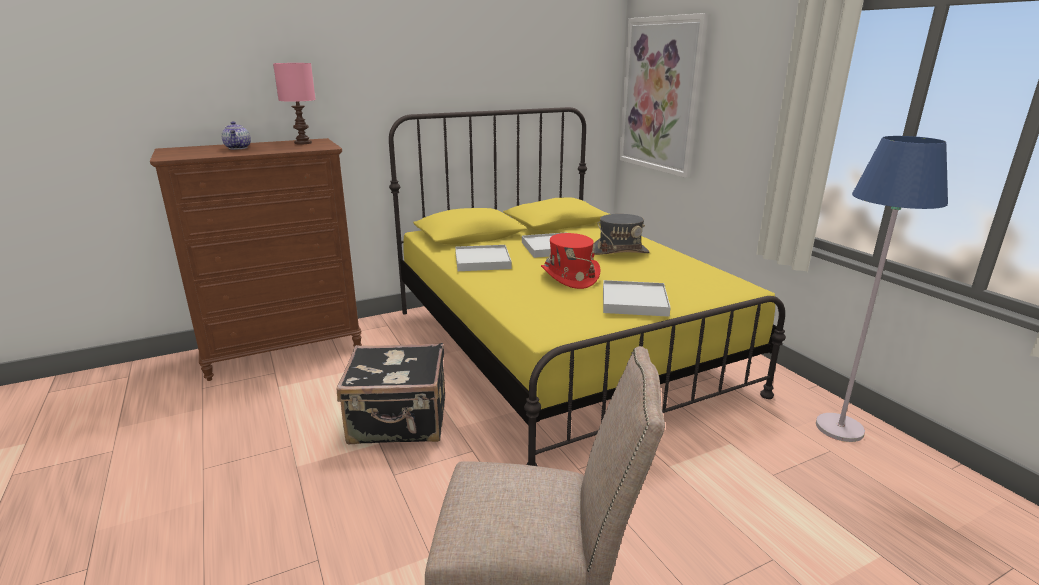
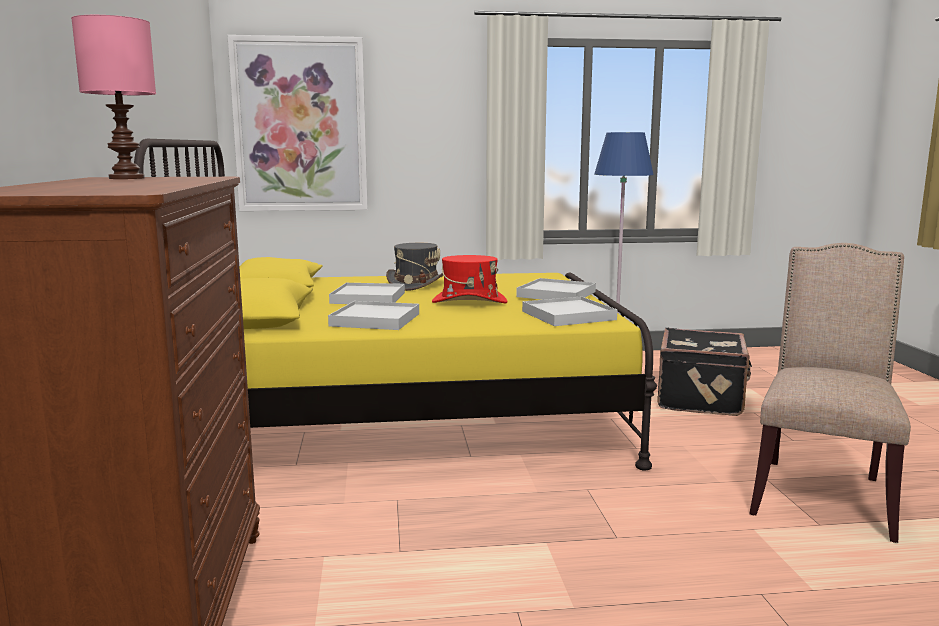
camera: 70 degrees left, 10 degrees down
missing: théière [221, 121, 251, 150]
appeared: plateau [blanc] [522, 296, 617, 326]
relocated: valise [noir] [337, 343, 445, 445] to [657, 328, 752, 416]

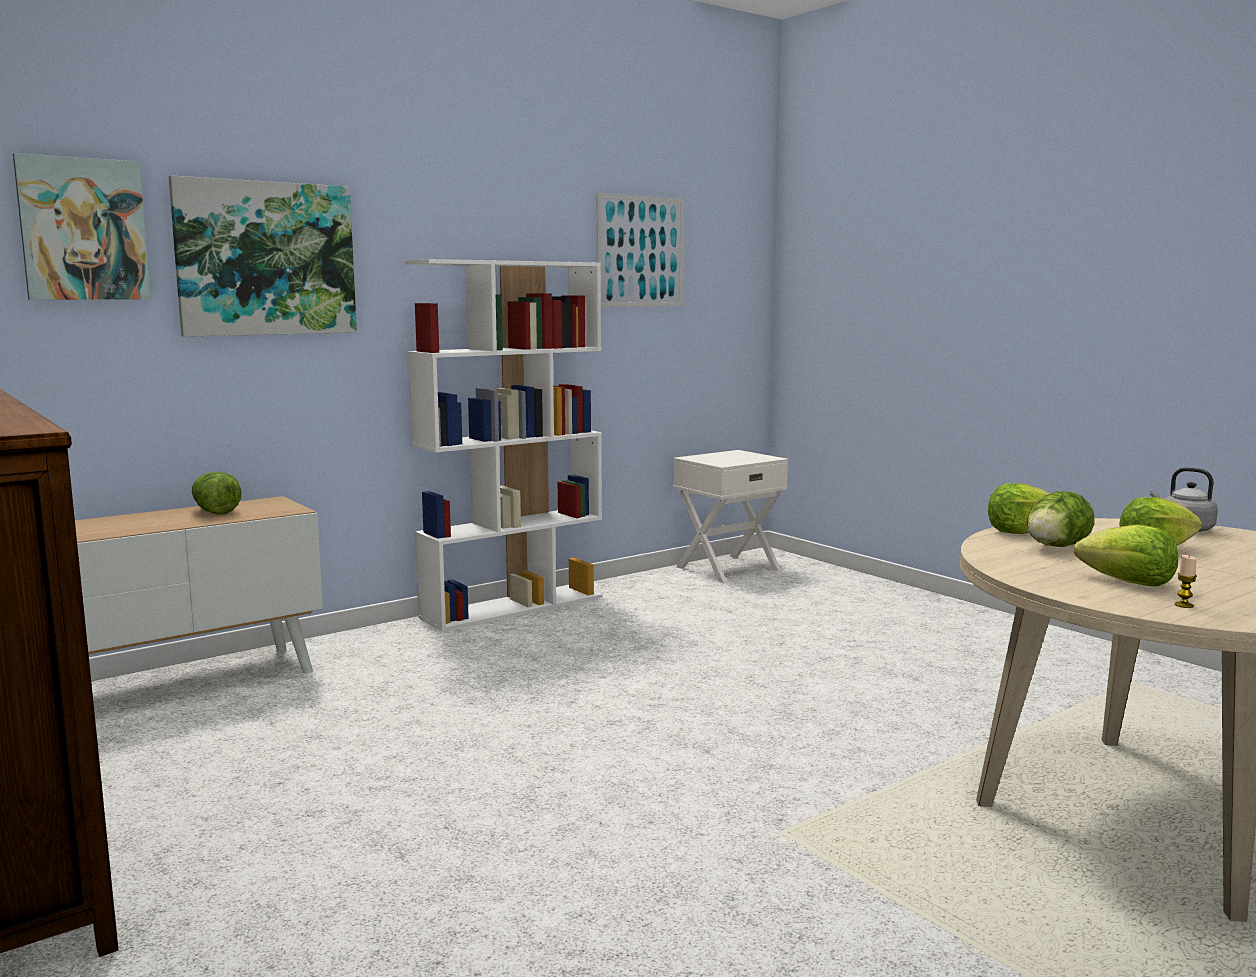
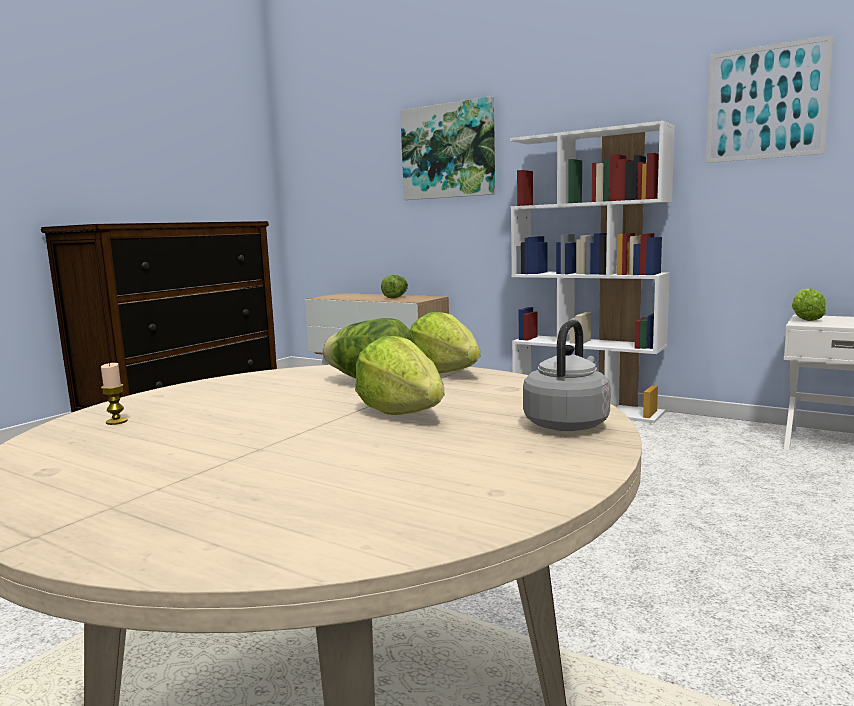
camera: 70 degrees right, 0 degrees up
missing: tableau [13, 153, 151, 300]
relocated: laitue [1074, 524, 1178, 586] to [792, 288, 826, 321]

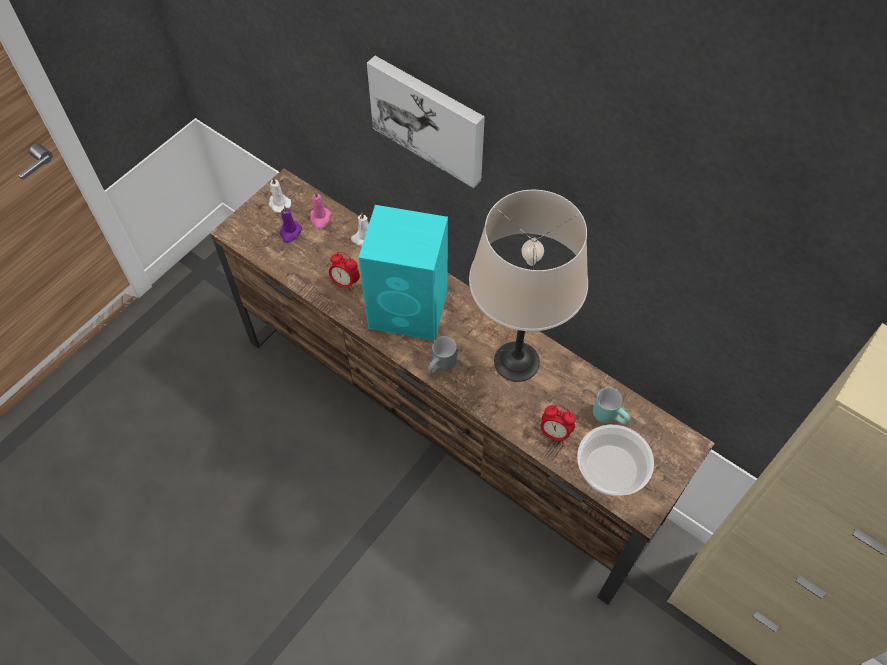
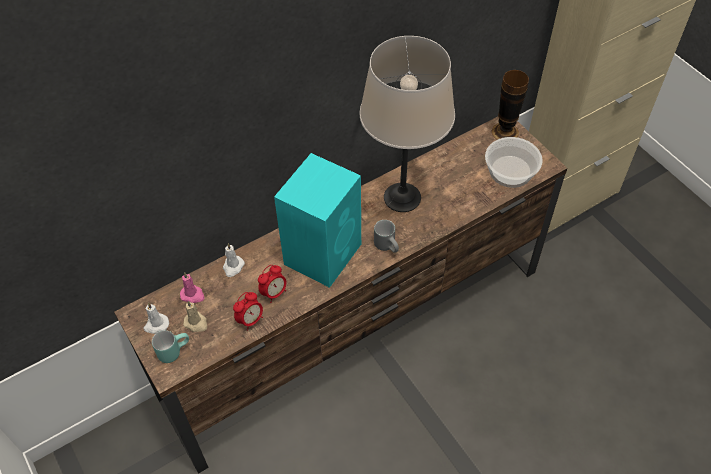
camera: 70 degrees left, 5 degrees down
missing: tableau [367, 56, 485, 188]
appeared: vase [492, 70, 529, 140]
relocated: mug [turquoise] [593, 387, 630, 424] to [152, 330, 189, 363]; réveil [541, 405, 576, 444] to [233, 292, 263, 331]
colour: bougie [violet] [280, 205, 302, 243] to bougie [beige] [183, 301, 207, 332]

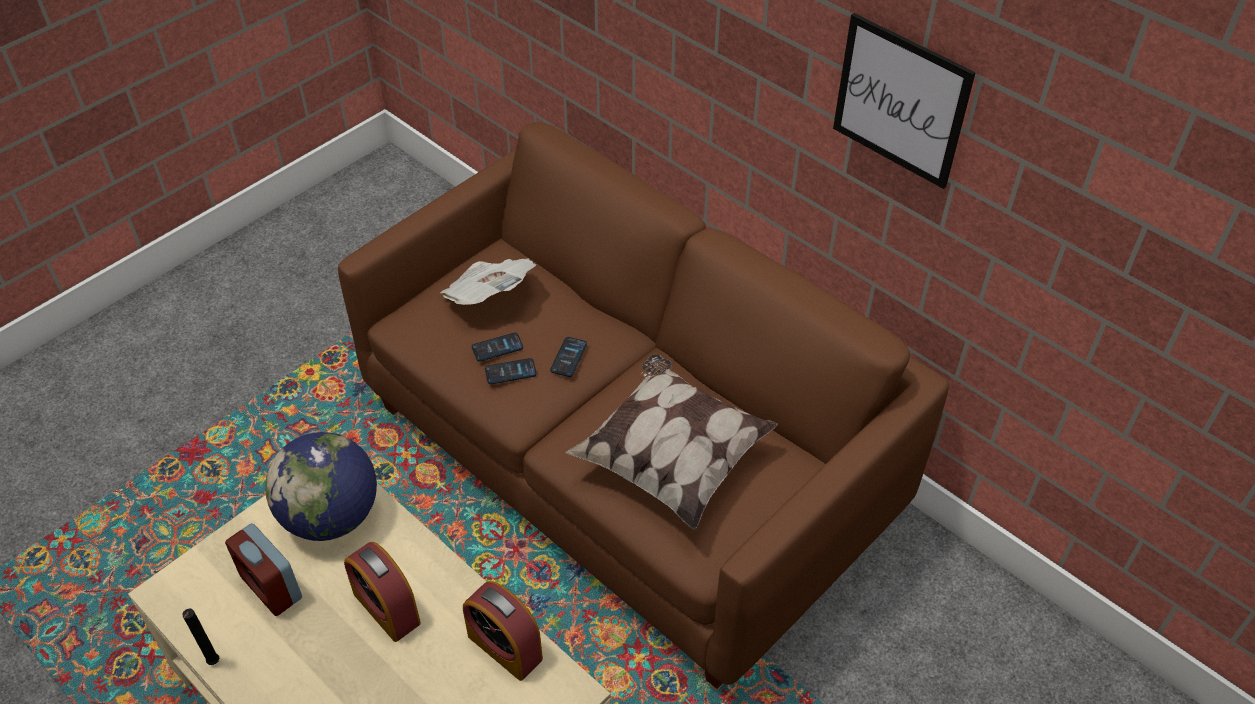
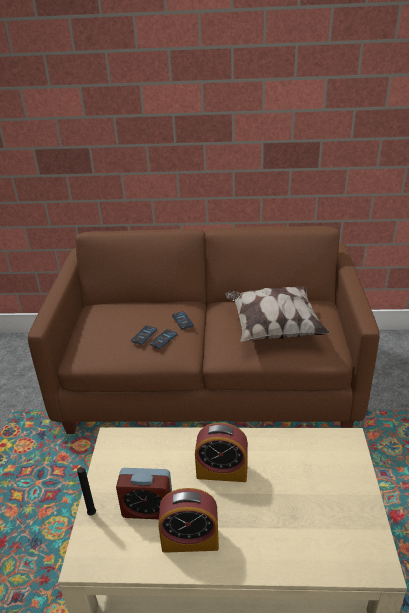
camera: 40 degrees left, 15 degrees down
missing: tableau [833, 13, 976, 189]; journal [440, 258, 536, 305]; globe [265, 432, 377, 541]
relocated: réveil [463, 581, 543, 681] to [158, 488, 219, 553]; bougie [noir] [182, 608, 219, 665] to [77, 466, 96, 516]

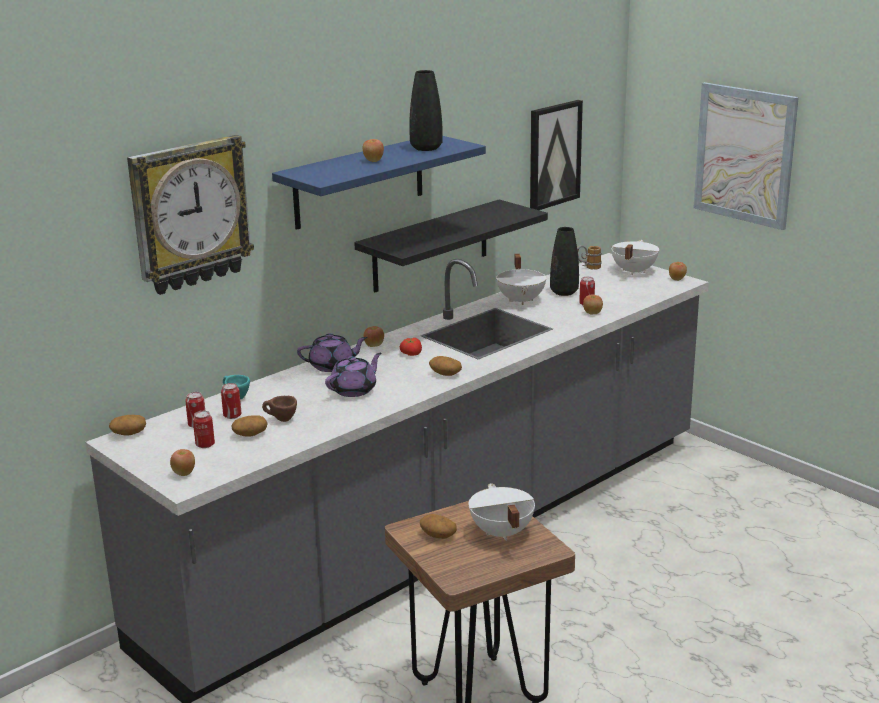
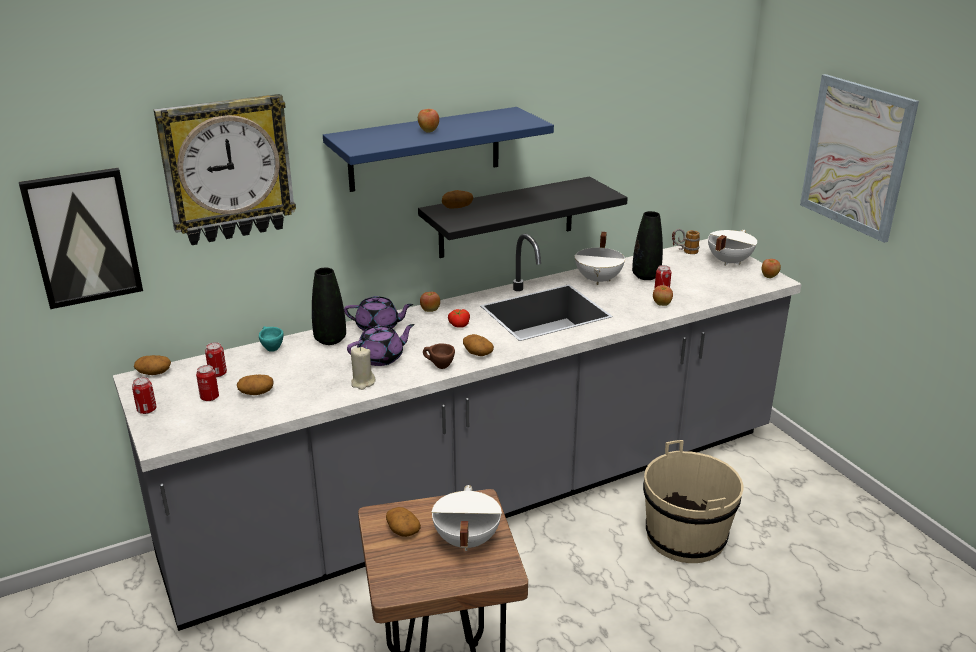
camera: 15 degrees right, 5 degrees up
missing: pomme [170, 449, 195, 476]
appeared: pomme de terre [442, 190, 473, 209]; bougie [beige] [351, 347, 375, 390]; seau [beige] [643, 440, 743, 563]
relocated: vase [noir] [409, 70, 443, 151] to [312, 267, 346, 345]; tableau [530, 100, 583, 210] to [19, 168, 143, 309]; boîte métallique [221, 383, 241, 419] to [132, 377, 156, 414]; tasse [marron] [262, 396, 297, 422] to [423, 344, 455, 369]

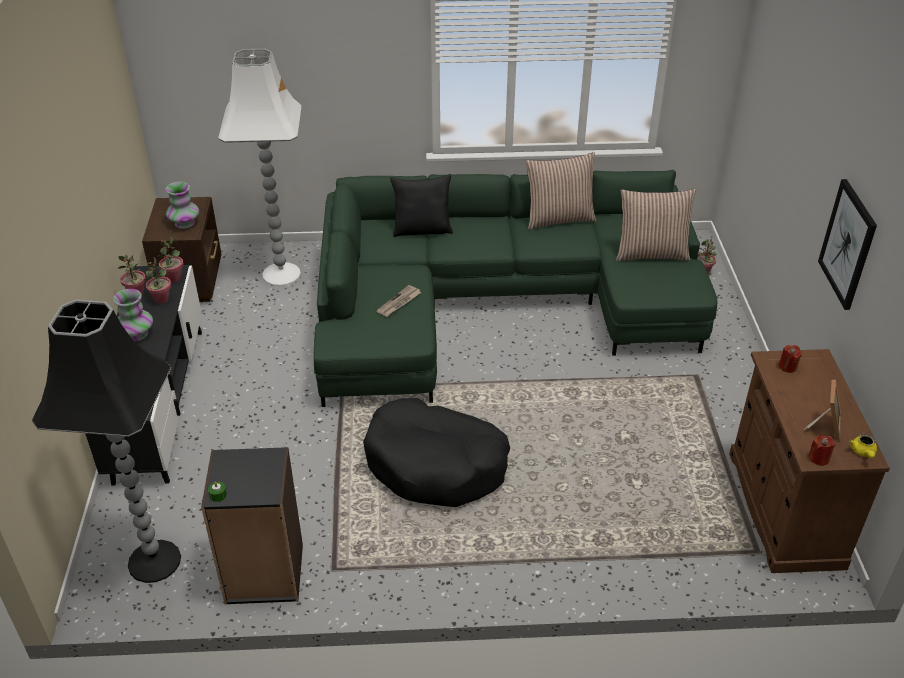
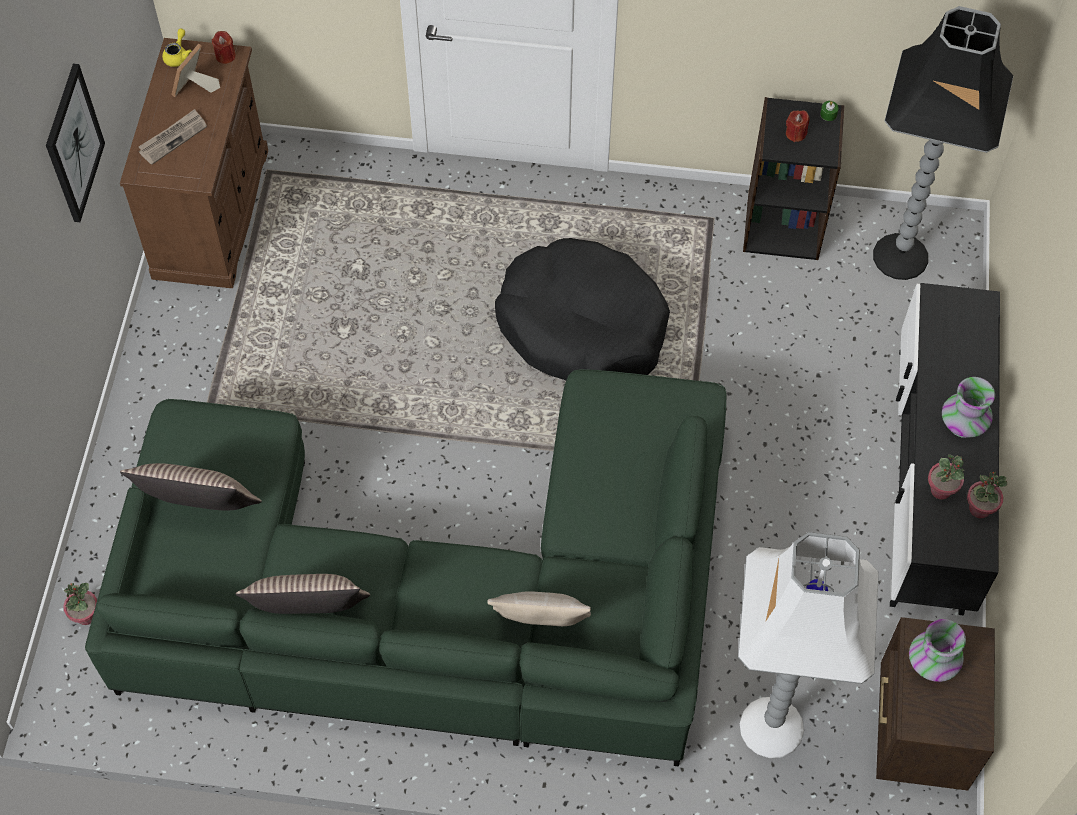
camera: 170 degrees left, 20 degrees up
missing: plante en pot [157, 237, 184, 282]
relocated: journal [376, 285, 421, 317] to [139, 109, 207, 165]; bougie [rouge] [778, 345, 802, 373] to [786, 110, 809, 142]
colour: coussin [noir] [390, 174, 453, 237] to coussin [beige] [487, 591, 591, 626]

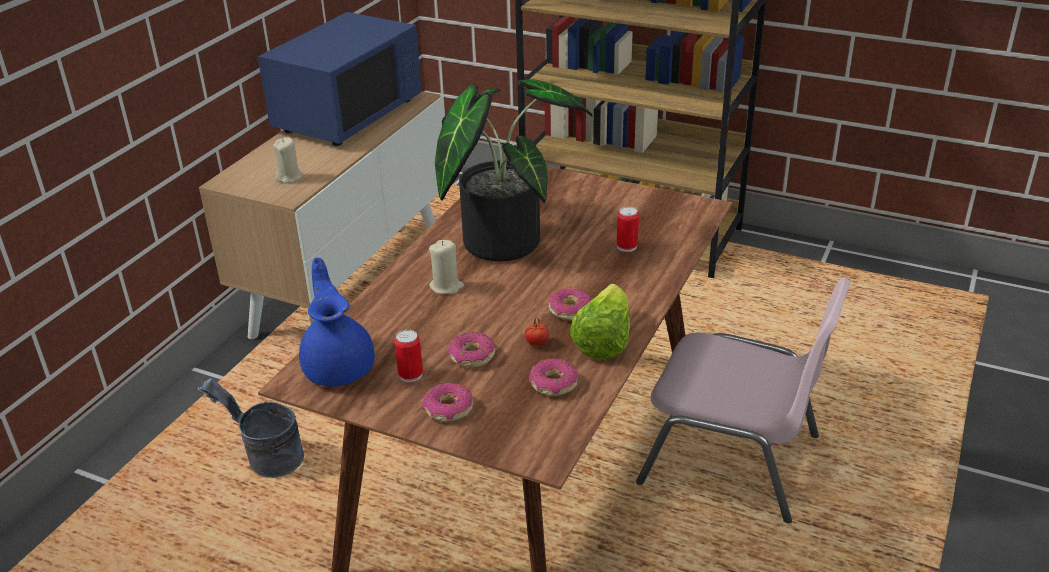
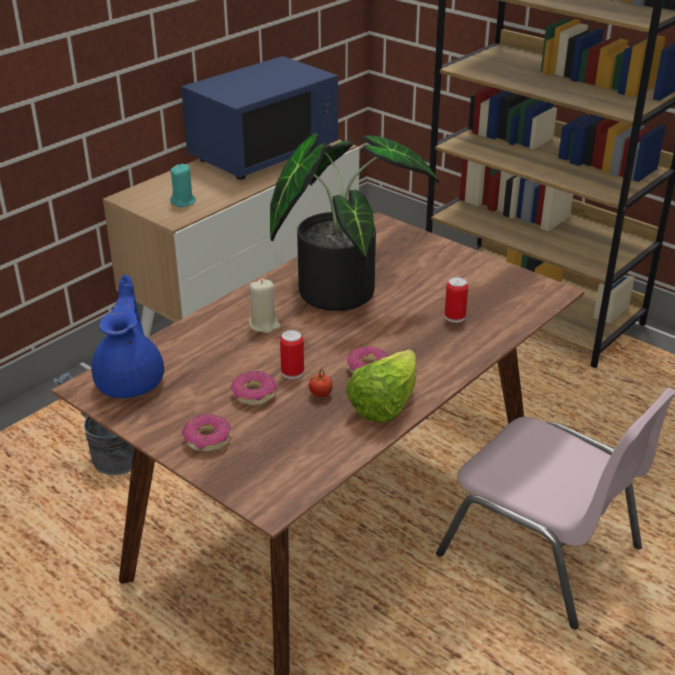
camera: 15 degrees right, 0 degrees up
missing: beignet [529, 358, 578, 396]
relocated: boîte métallique [394, 330, 423, 382] to [280, 330, 304, 379]
colour: bougie [beige] [273, 137, 302, 183] to bougie [turquoise] [170, 164, 196, 207]

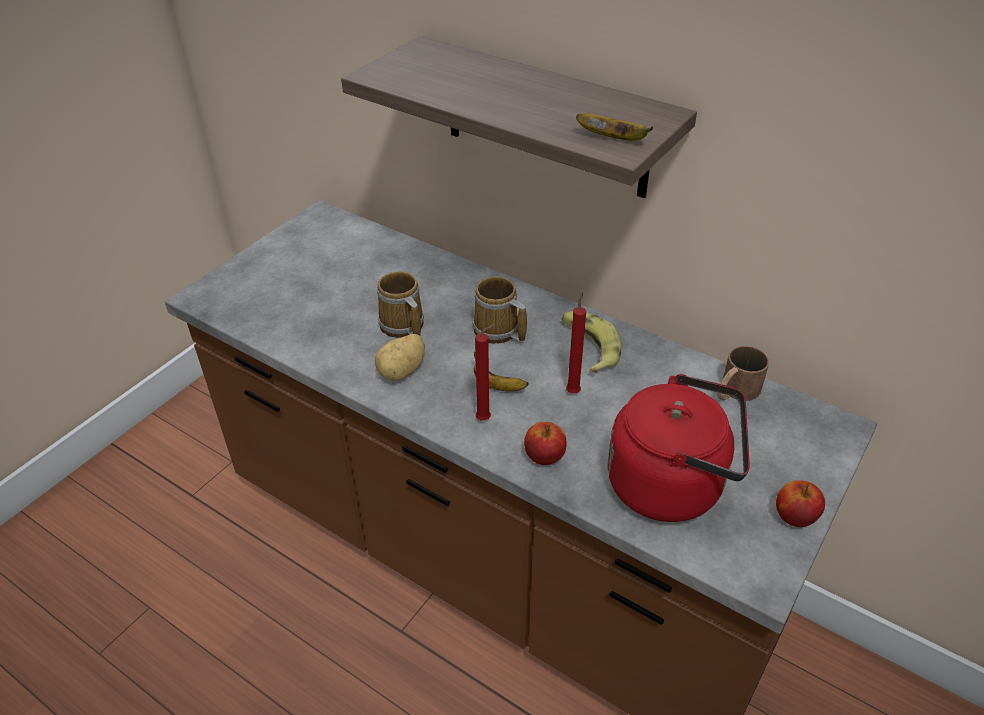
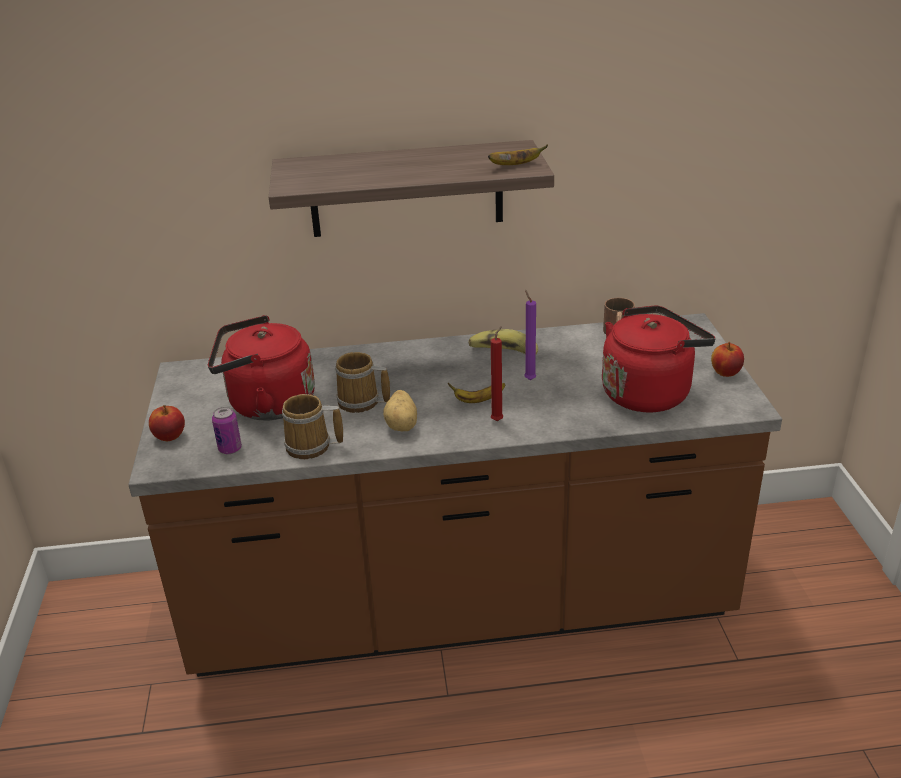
camera: 40 degrees left, 10 degrees down
appeared: bouilloire [rouge] [208, 315, 315, 420]; boîte métallique [212, 407, 242, 454]
relocated: mug [473, 276, 527, 344] to [282, 394, 343, 459]; pomme [524, 422, 567, 465] to [149, 405, 185, 441]
colour: bougie [rouge] [566, 293, 586, 393] to bougie [violet] [524, 289, 536, 380]

